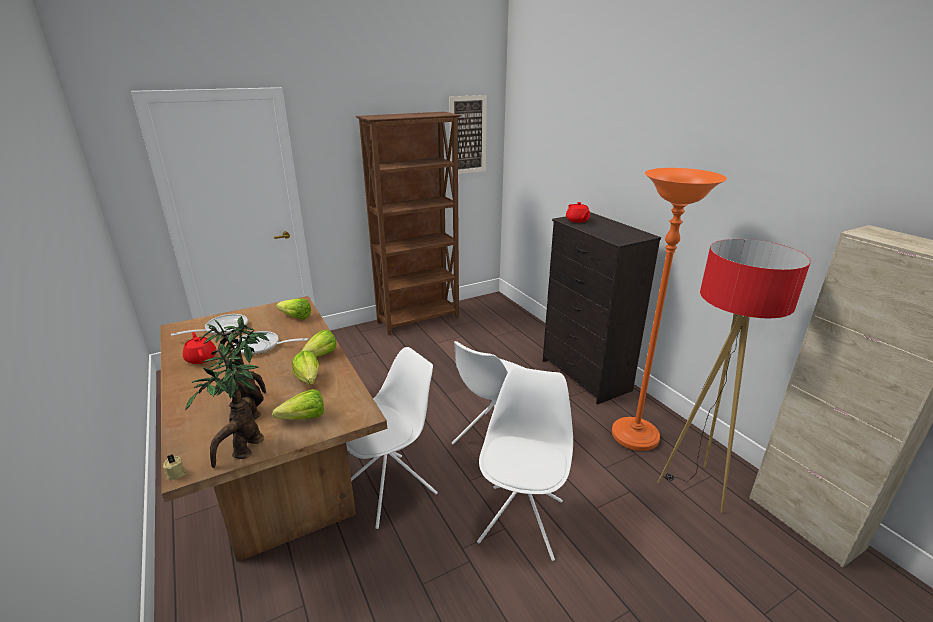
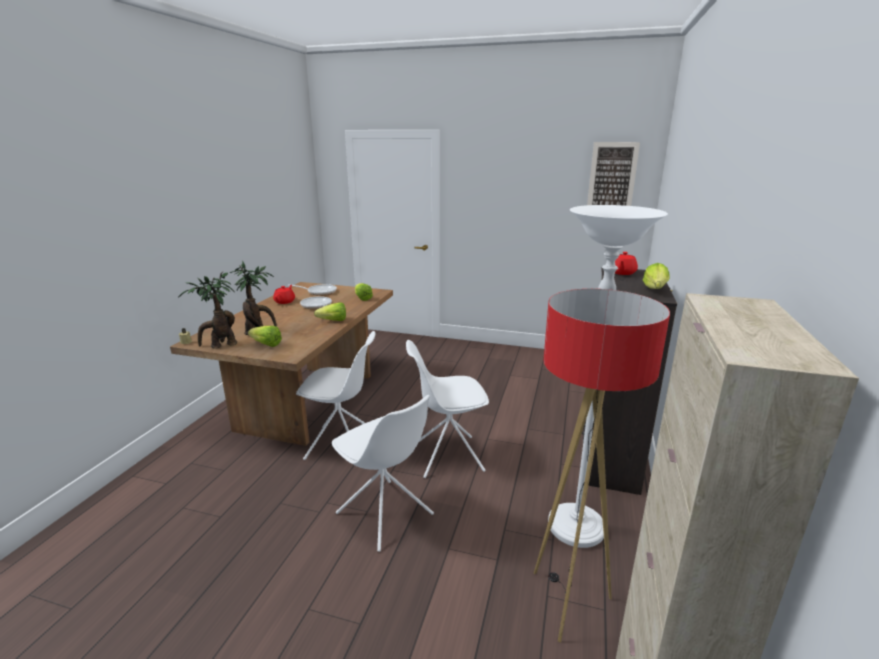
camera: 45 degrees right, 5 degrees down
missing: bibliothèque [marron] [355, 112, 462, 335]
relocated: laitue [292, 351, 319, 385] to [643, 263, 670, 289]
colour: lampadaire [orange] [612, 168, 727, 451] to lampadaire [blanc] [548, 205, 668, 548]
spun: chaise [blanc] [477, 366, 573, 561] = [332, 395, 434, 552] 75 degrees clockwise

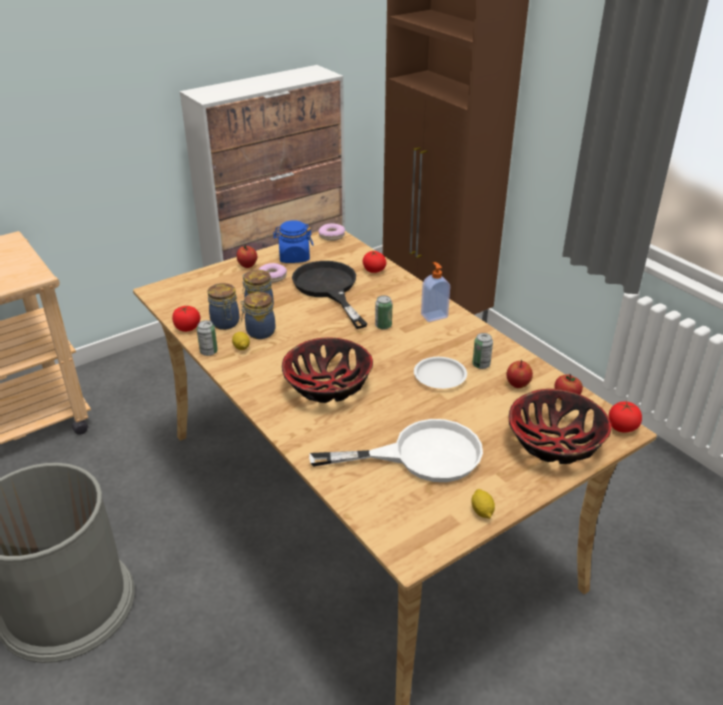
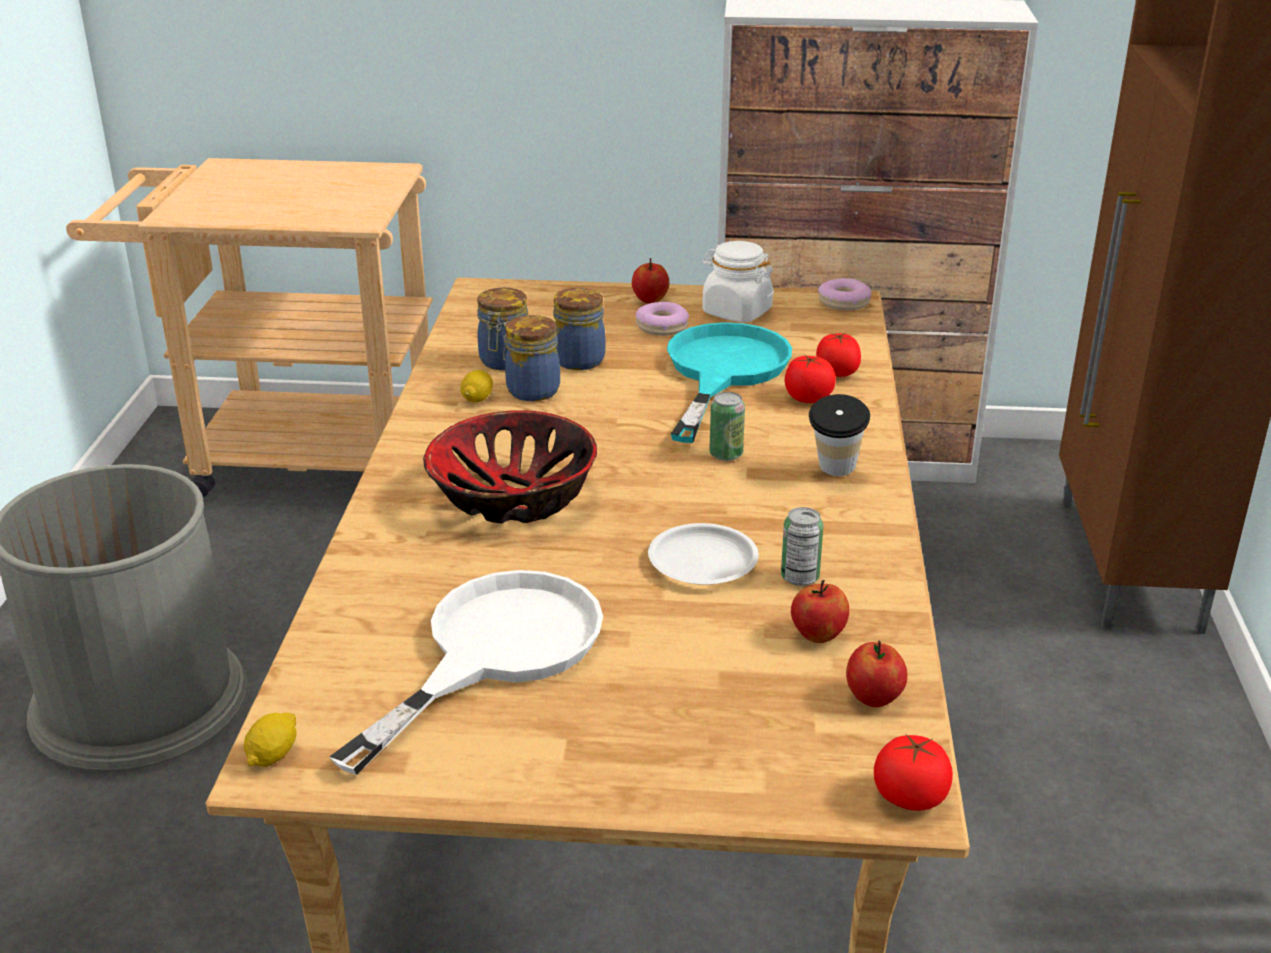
camera: 40 degrees right, 5 degrees down
missing: boîte métallique [197, 320, 218, 356]; bol [509, 389, 612, 464]
relocated: tomate [172, 306, 200, 332] to [785, 355, 836, 403]; citron [472, 489, 495, 519] to [244, 713, 296, 767]
exchanged: distributeur de savon [421, 262, 450, 322] to tasse [809, 394, 870, 476]
colour: bocal [bleu] [273, 220, 313, 263] to bocal [blanc] [702, 241, 774, 322]; poêle [noir] [292, 261, 367, 329] to poêle [turquoise] [667, 322, 792, 443]
spun: poêle [blanc] [309, 419, 483, 482] = [329, 570, 603, 775] 90 degrees counterclockwise

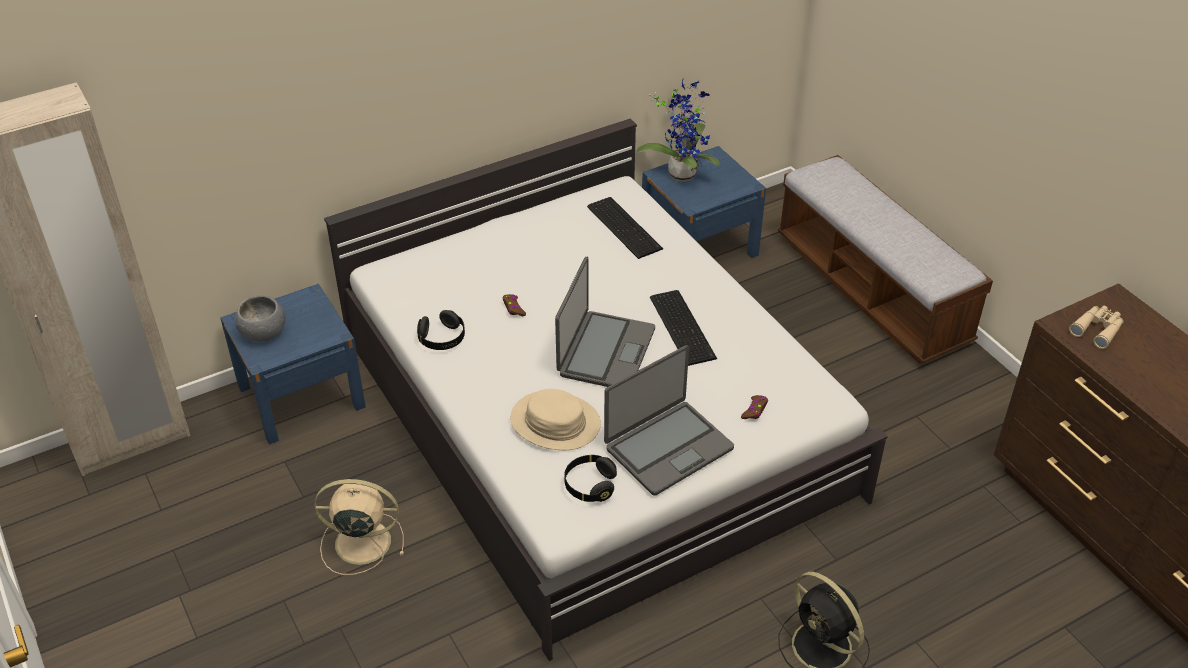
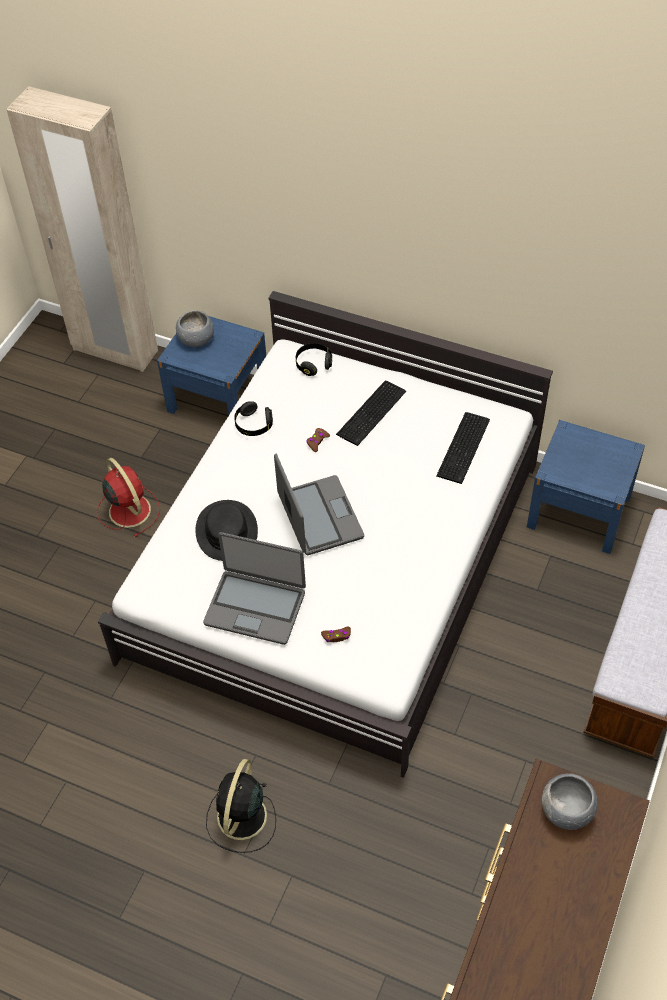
camera: 55 degrees right, 10 degrees up
missing: plante en pot [636, 80, 720, 182]
relocated: clavier [650, 290, 717, 366] to [336, 381, 406, 446]; casque audio [noir] [564, 455, 617, 502] to [296, 343, 332, 376]
exchanged: jumelles [beige] [1069, 306, 1124, 349] to bol [gris] [542, 773, 598, 830]
colour: chapeau [beige] [510, 389, 601, 450] to chapeau [noir] [195, 500, 258, 561]; ventilateur [beige] [314, 479, 404, 575] to ventilateur [rouge] [97, 458, 160, 537]
spun: ordinateur portable [555, 257, 655, 387] = [274, 454, 364, 555] 90 degrees counterclockwise

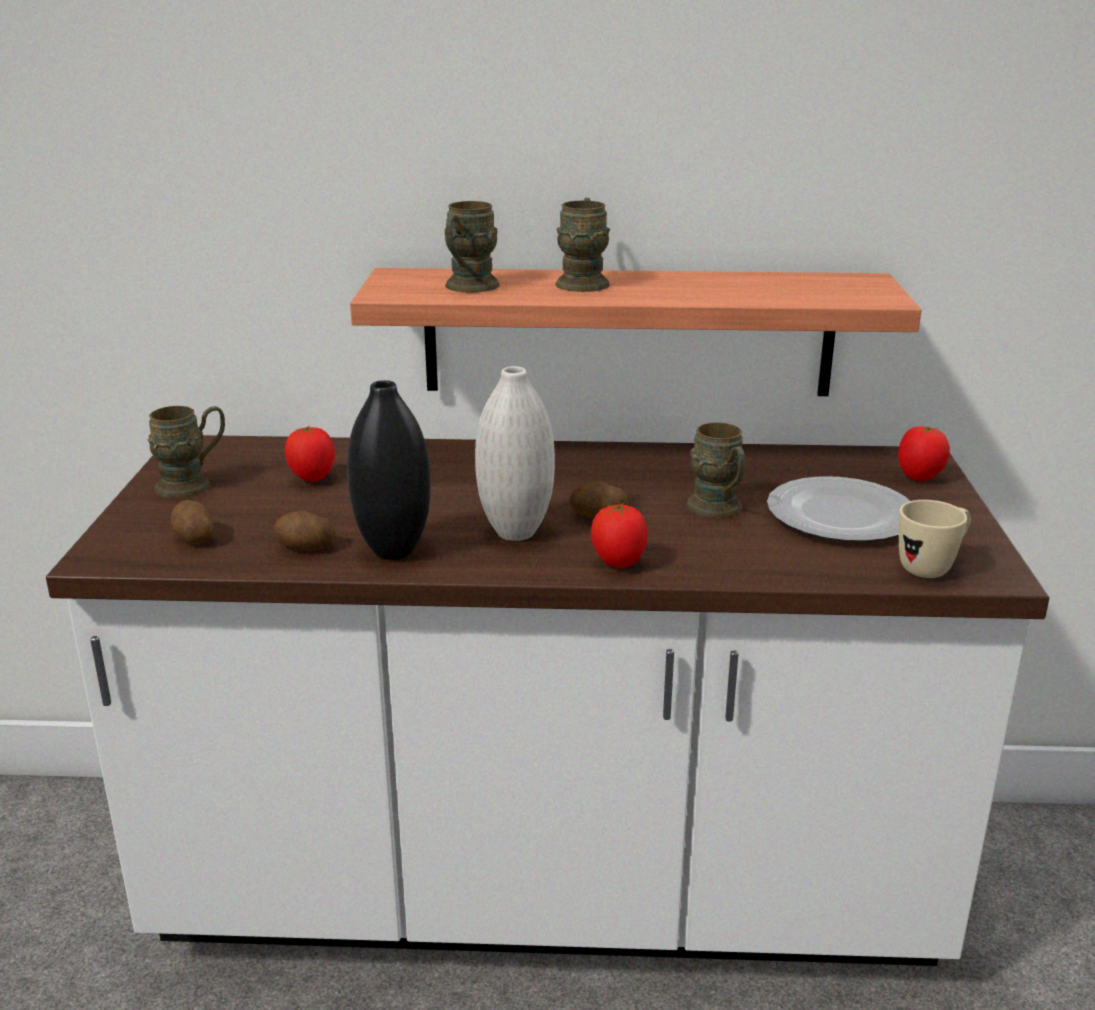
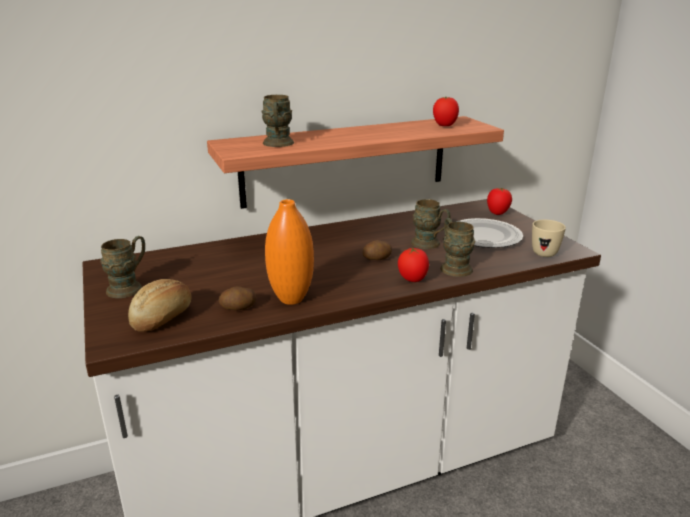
camera: 25 degrees left, 0 degrees up
missing: vase [blanc] [475, 366, 555, 541]
relocated: mug [marron] [555, 198, 610, 292] to [440, 218, 475, 277]; tomate [284, 426, 335, 482] to [433, 97, 459, 126]
exchanged: pomme de terre [171, 500, 214, 544] to pain [128, 279, 192, 332]
colour: vase [noir] [347, 380, 431, 560] to vase [orange] [265, 199, 314, 305]

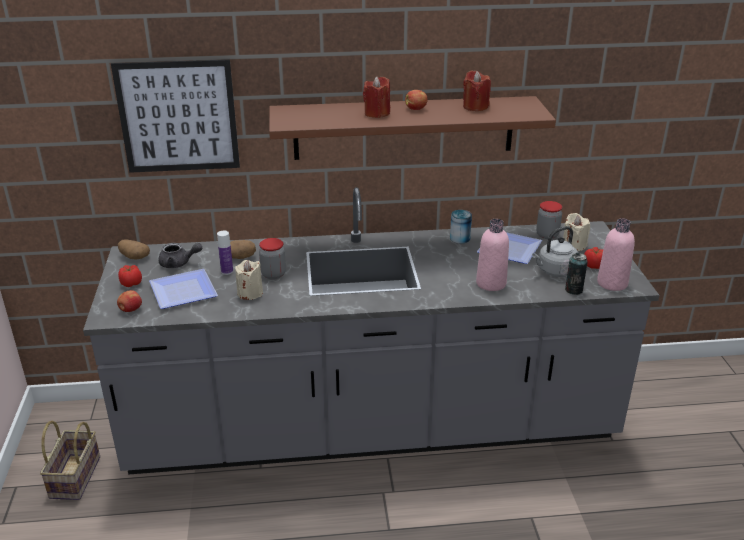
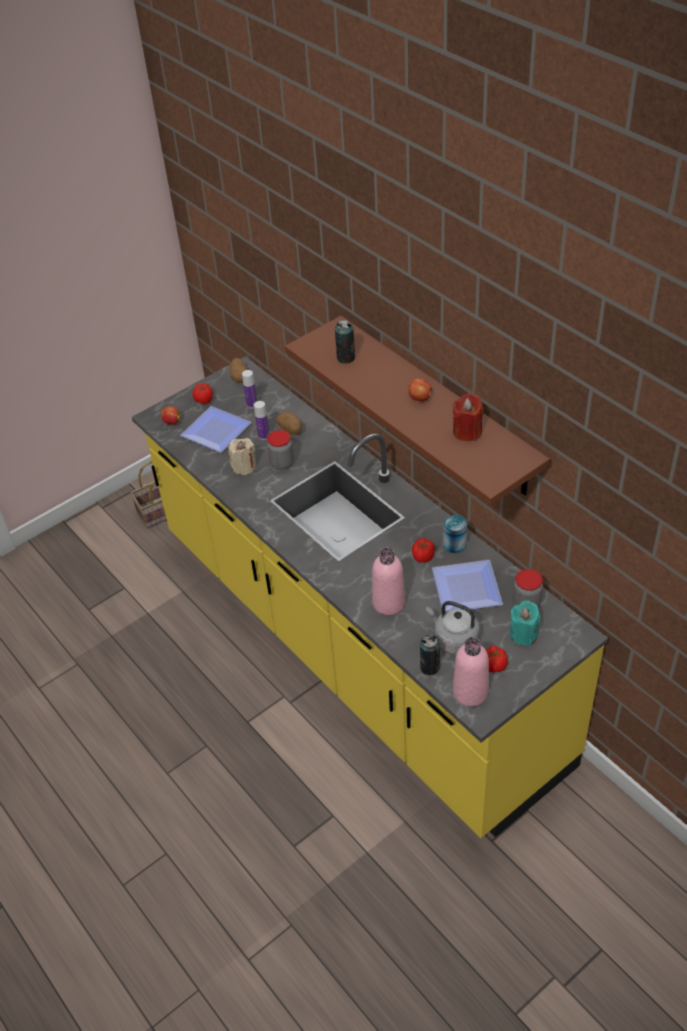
camera: 60 degrees right, 15 degrees up
missing: tableau [111, 59, 240, 173]; bougie [rouge] [363, 76, 390, 118]
appeared: boîte métallique [335, 320, 355, 364]; tomate [412, 538, 435, 563]
exchanged: théière [gris] [158, 243, 202, 268] to bouteille [242, 370, 257, 408]
colour: comptoir de cuisine [gris] [83, 187, 659, 475] to comptoir de cuisine [jaune] [132, 356, 608, 838]; bougie [beige] [563, 213, 590, 251] to bougie [turquoise] [510, 601, 540, 645]

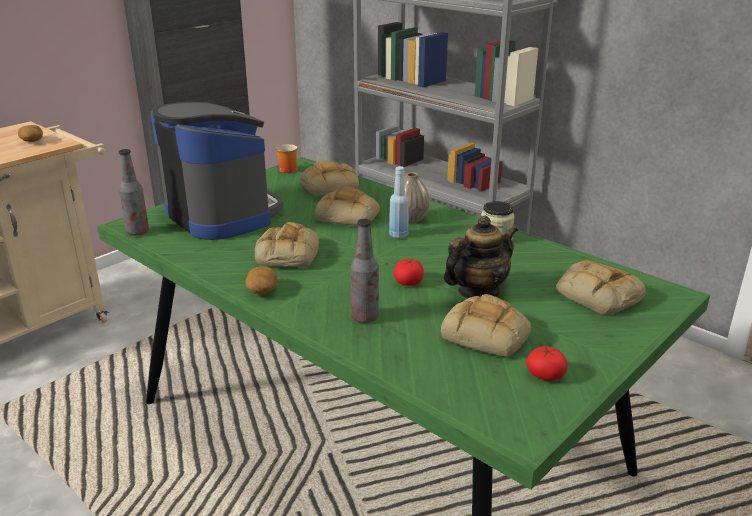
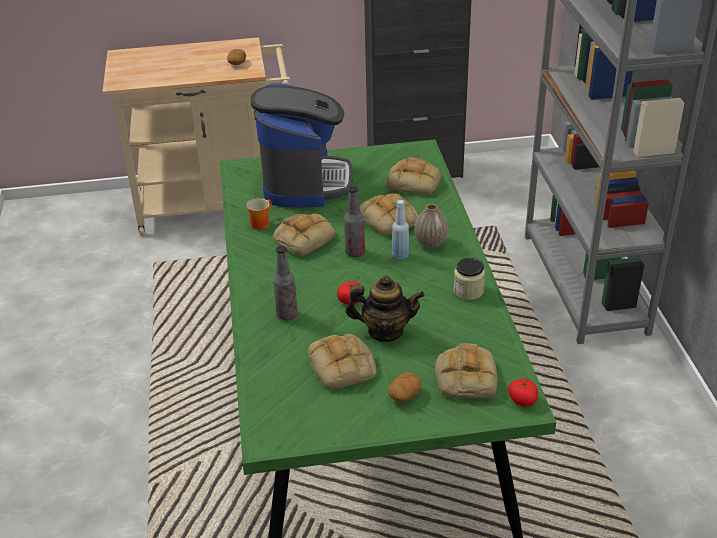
camera: 40 degrees right, 10 degrees up
relocated: mug [275, 144, 298, 173] to [246, 198, 272, 230]; bouteille [119, 149, 149, 235] to [344, 186, 365, 257]; pomme de terre [245, 267, 277, 294] to [388, 372, 421, 402]; tomate [526, 346, 568, 381] to [508, 379, 538, 407]

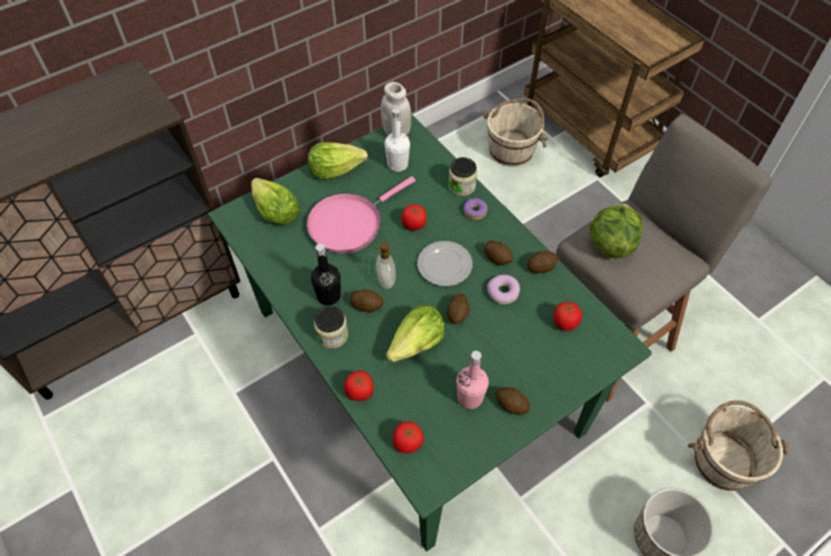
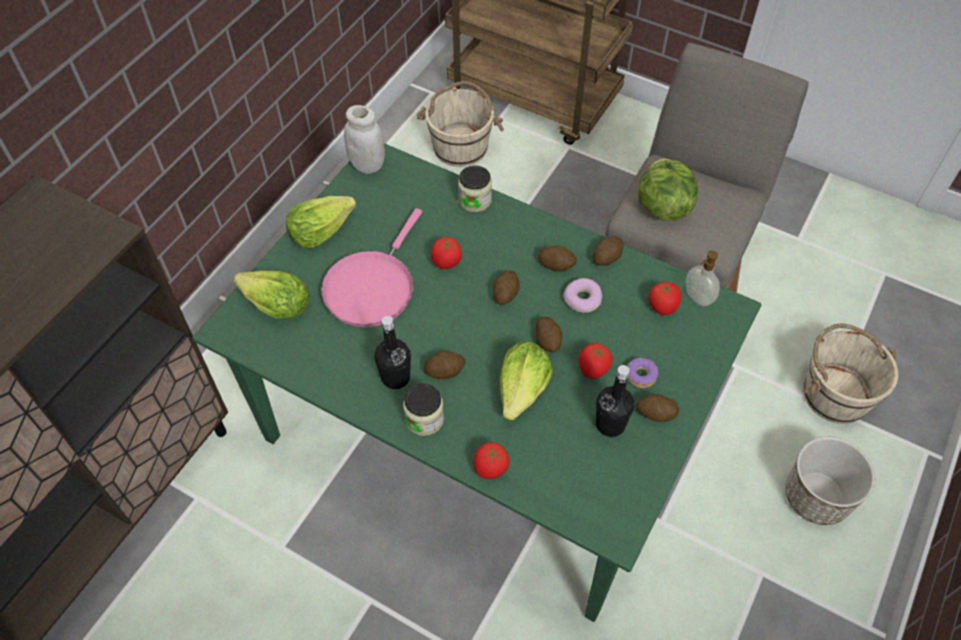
camera: 25 degrees left, 0 degrees up
missing: bouteille [blanc] [384, 108, 410, 172]
relocated: beignet [464, 198, 487, 220] to [627, 358, 659, 388]; distributeur de savon [373, 242, 396, 289] to [686, 250, 720, 306]; tomate [392, 421, 424, 453] to [578, 343, 613, 379]
exchanged: assiette [417, 241, 473, 286] to pomme de terre [493, 271, 520, 305]
colour: bouteille [rose] [456, 351, 489, 409] to bouteille [noir] [596, 365, 634, 437]

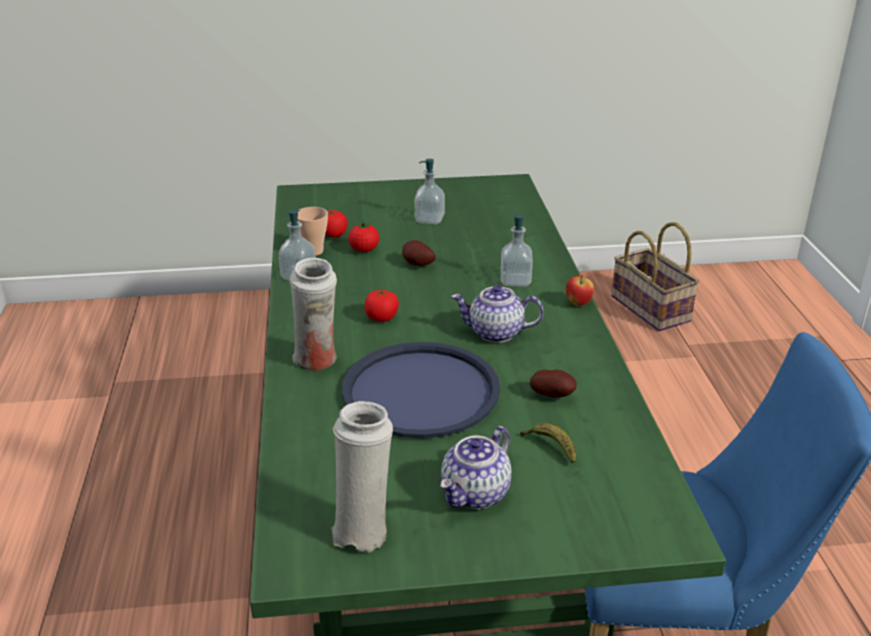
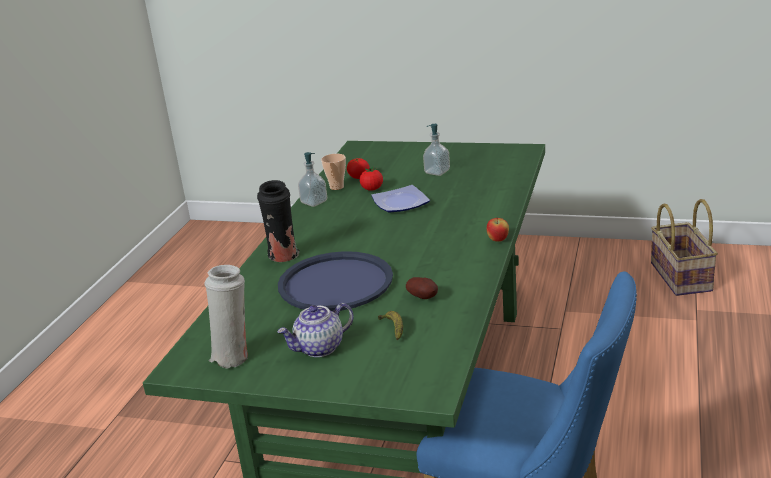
camera: 25 degrees right, 5 degrees down
missing: distributeur de savon [501, 214, 533, 287]; théière [451, 285, 544, 343]; tomate [365, 289, 399, 322]
exchanged: pomme de terre [402, 240, 436, 266] to assiette [371, 185, 430, 213]
colour: vase [blanc] [290, 258, 337, 370] to vase [noir] [257, 180, 300, 262]

